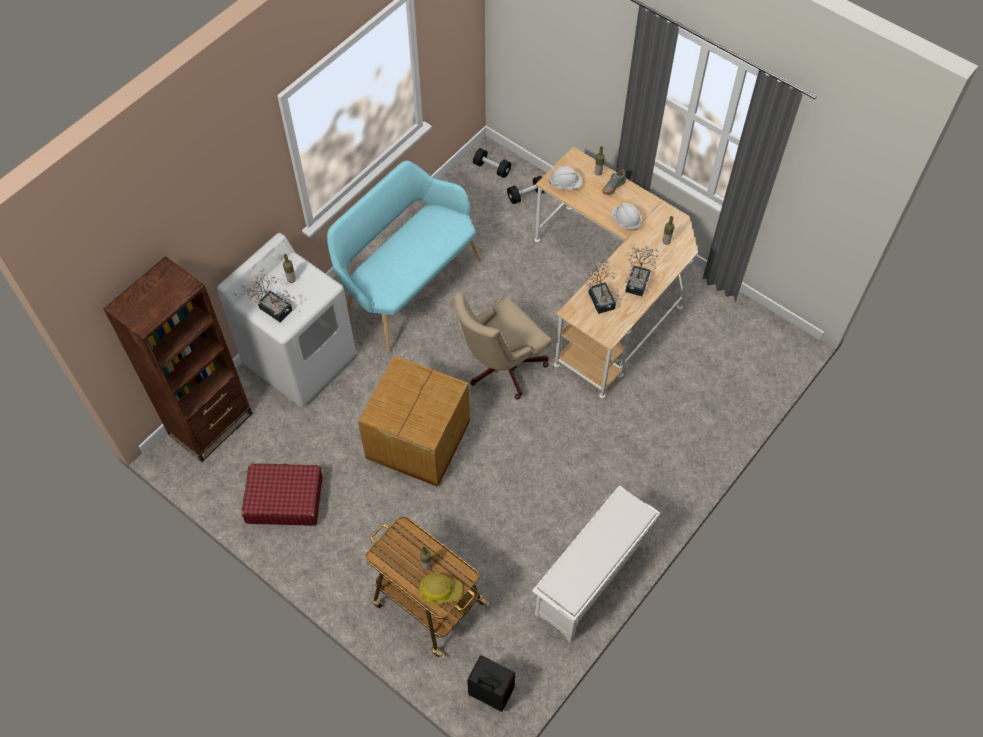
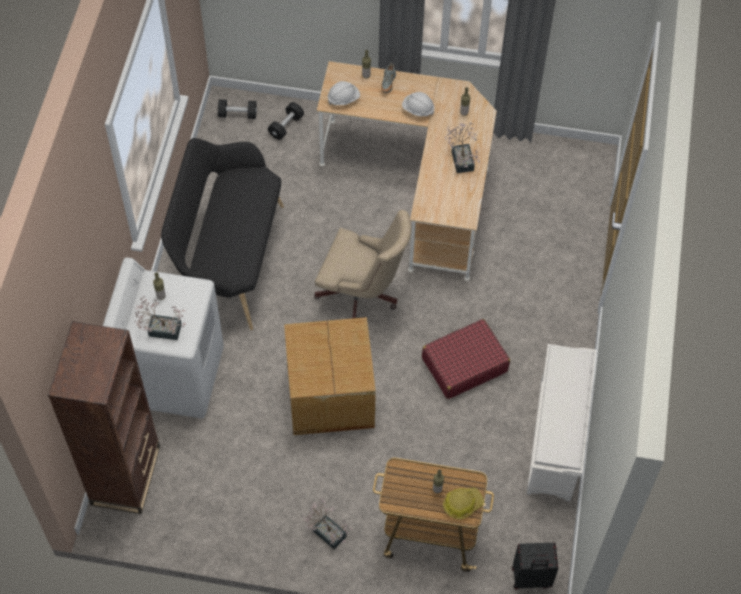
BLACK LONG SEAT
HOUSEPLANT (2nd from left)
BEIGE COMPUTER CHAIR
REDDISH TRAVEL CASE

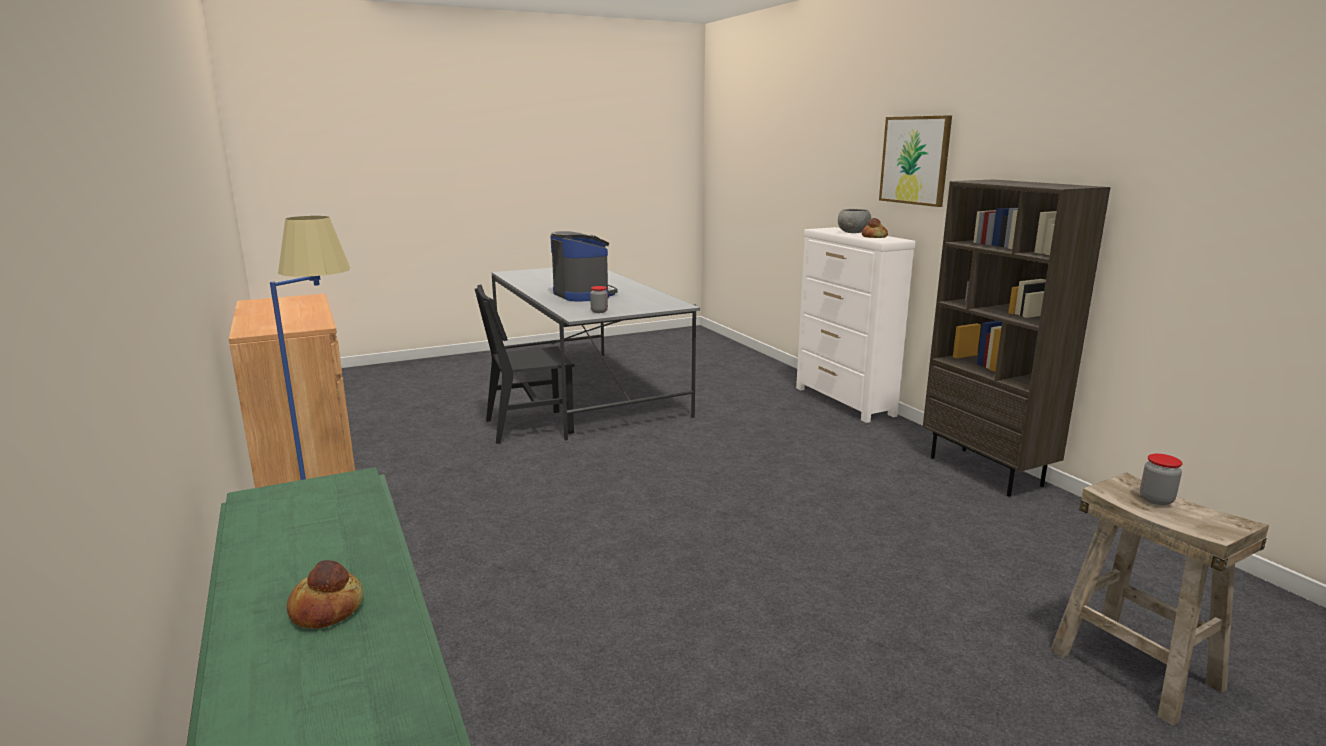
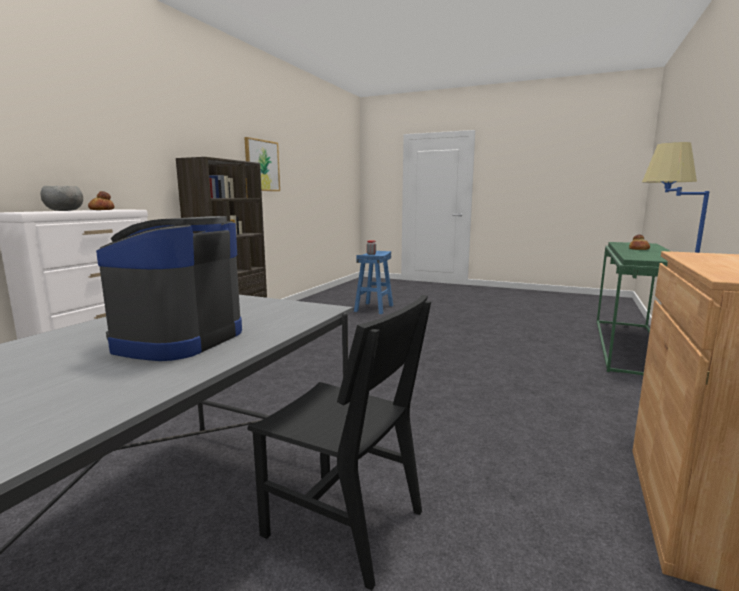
WALL PICTURE
BLUE STOOL SEAT
PRESERVE JAR (1st from left in the first image)

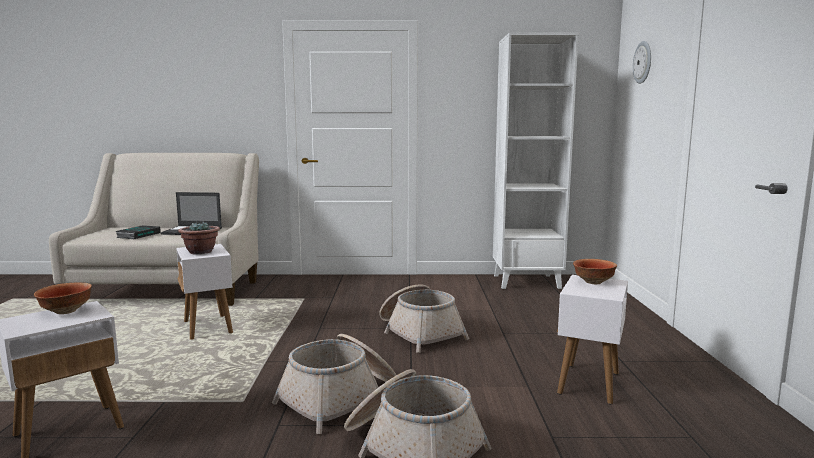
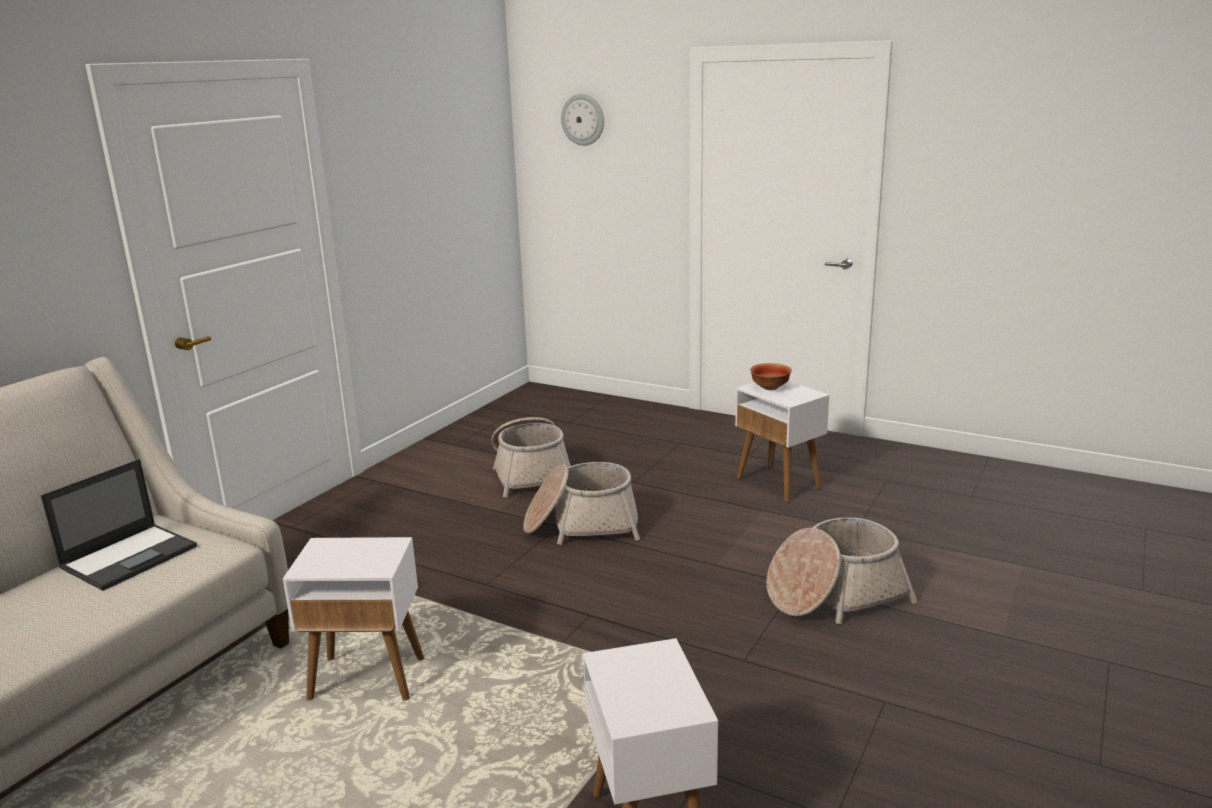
STORAGE BASKET (1st from left)
DEEP DISH (1st from left in the first image)
BOUND BOOK
HOUSEPLANT
WHITISH BOOKSHELF

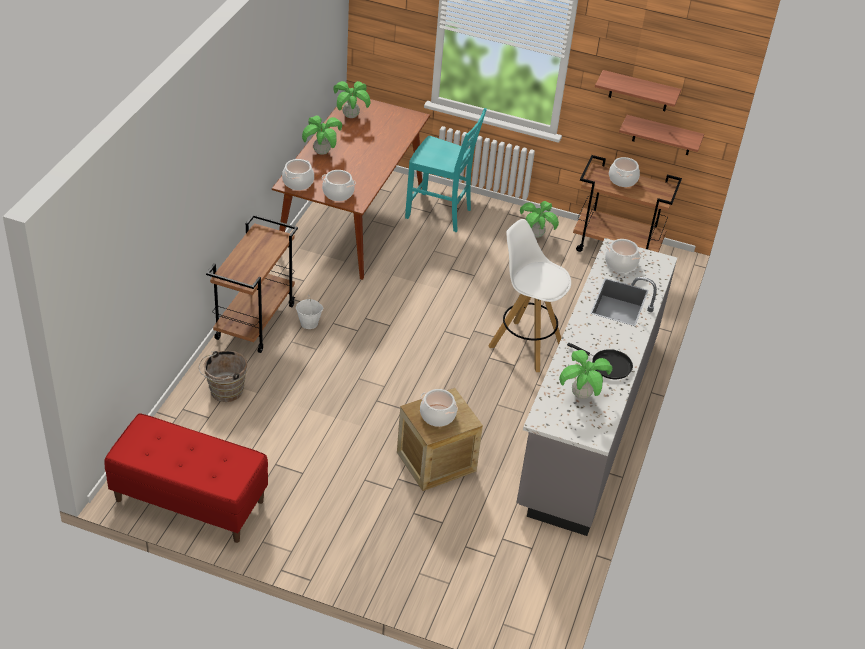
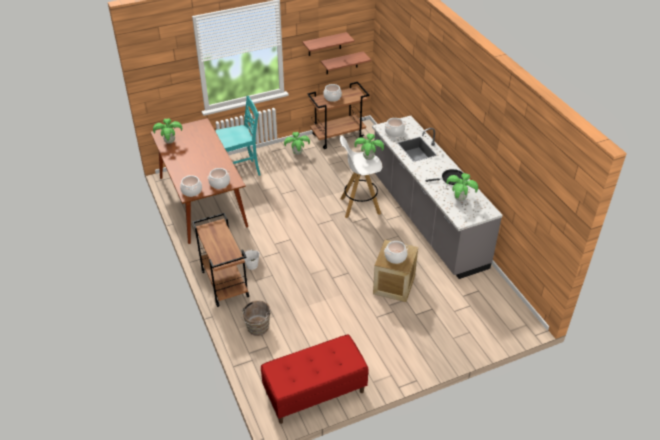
HOUSEPLANT (3rd from left)

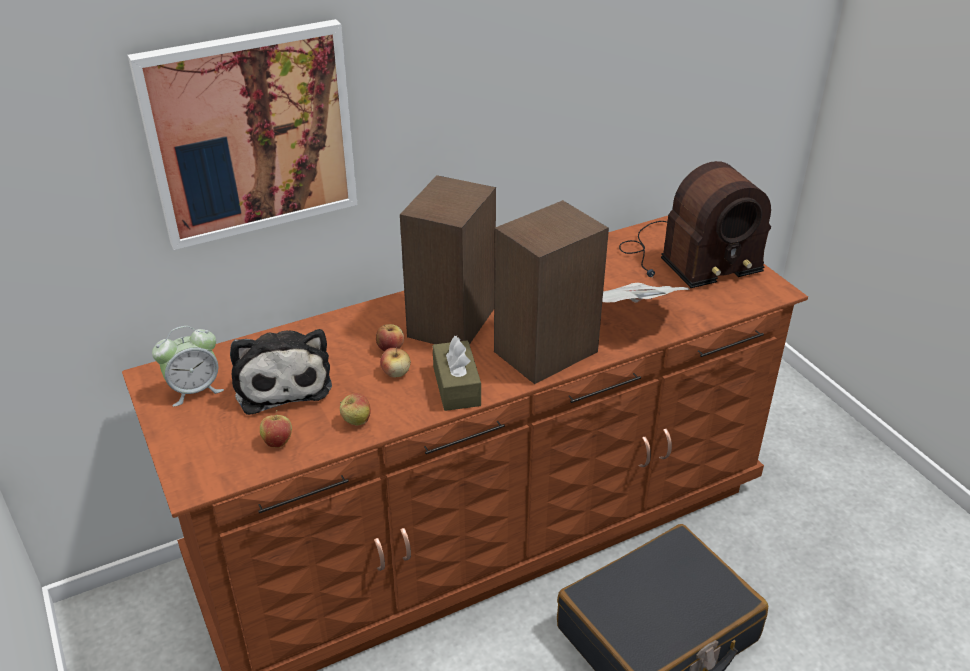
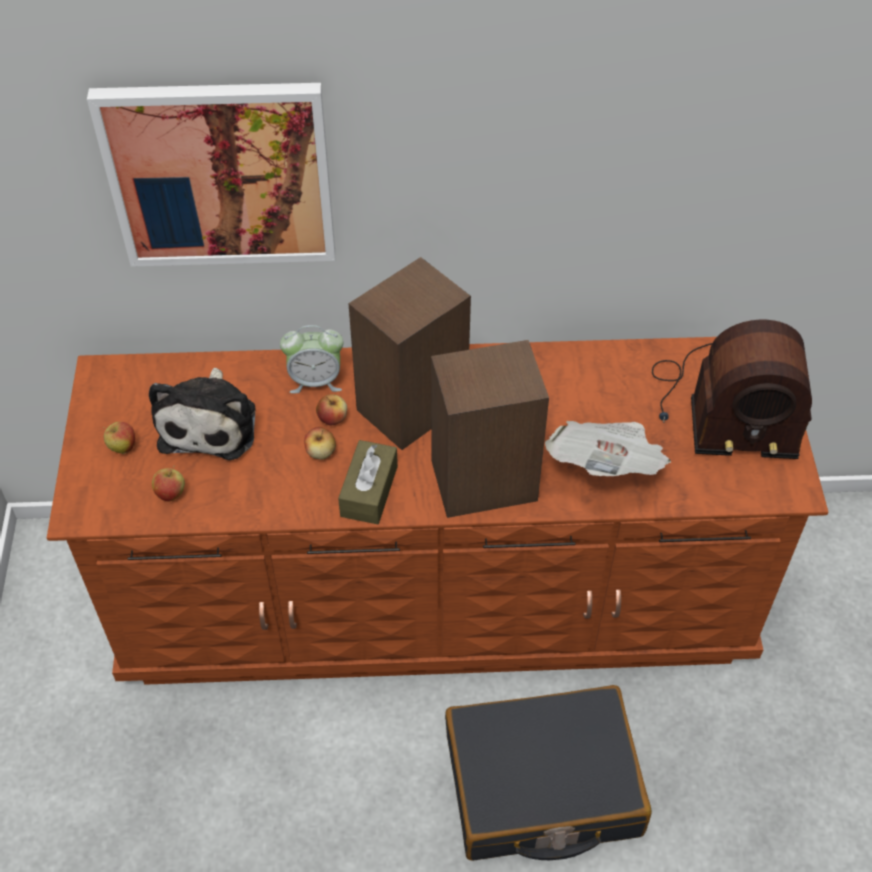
APPLE (1st from left)
TABLE CLOCK

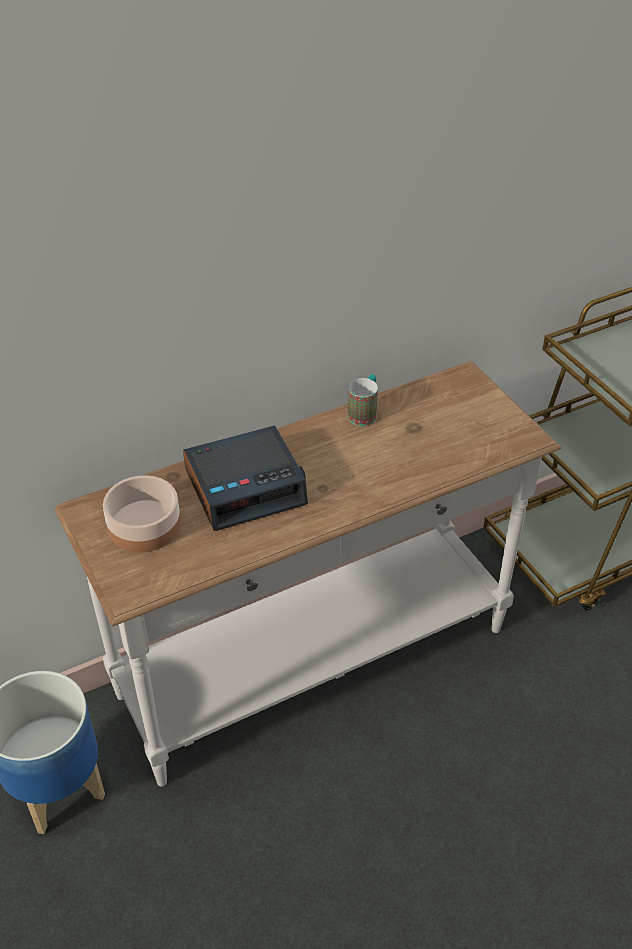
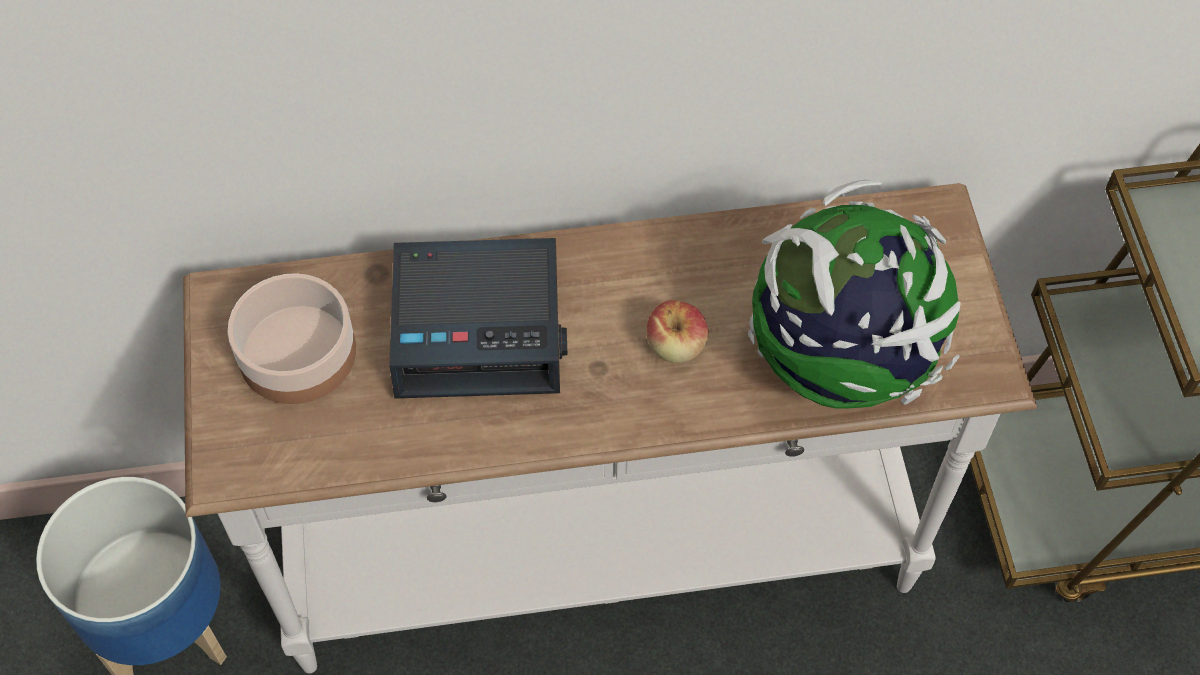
APPLE
GLOBE
TEA MUG

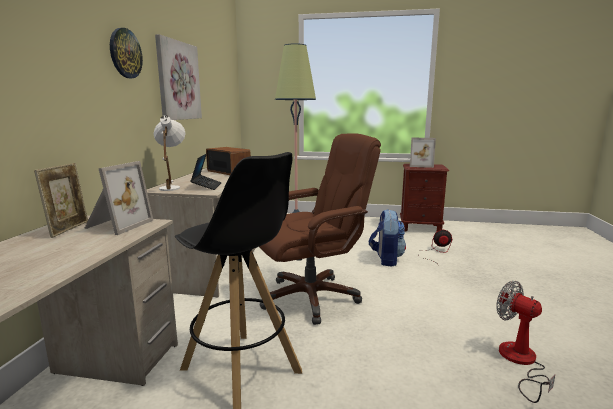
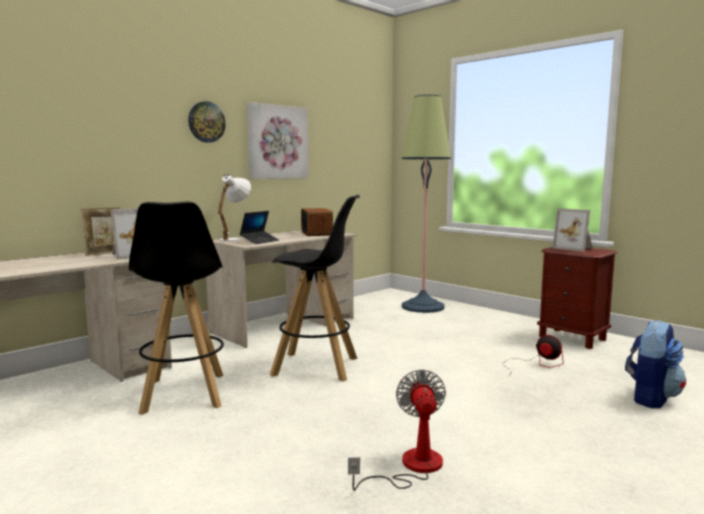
BLACK STOOL SEAT (2nd from left)
BACKPACK

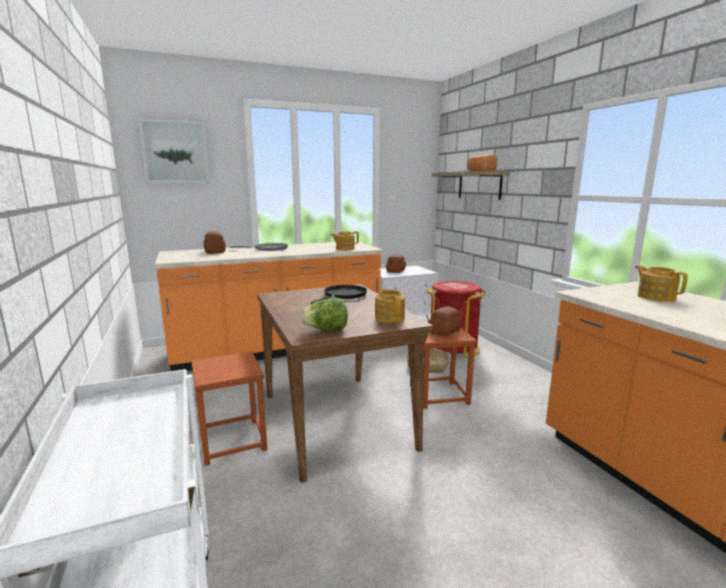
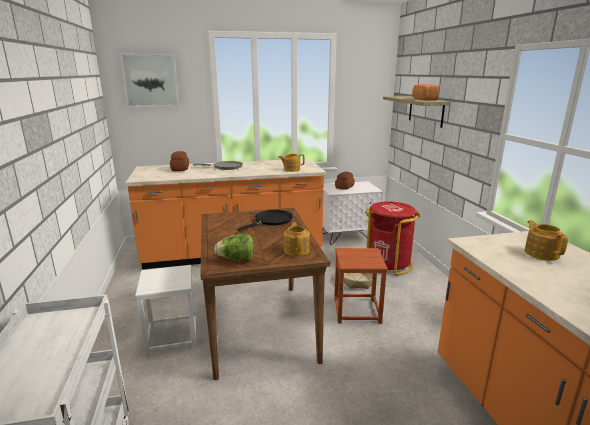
WHITISH STOOL SEAT
BAKERY BREAD (3rd from left in the first image)

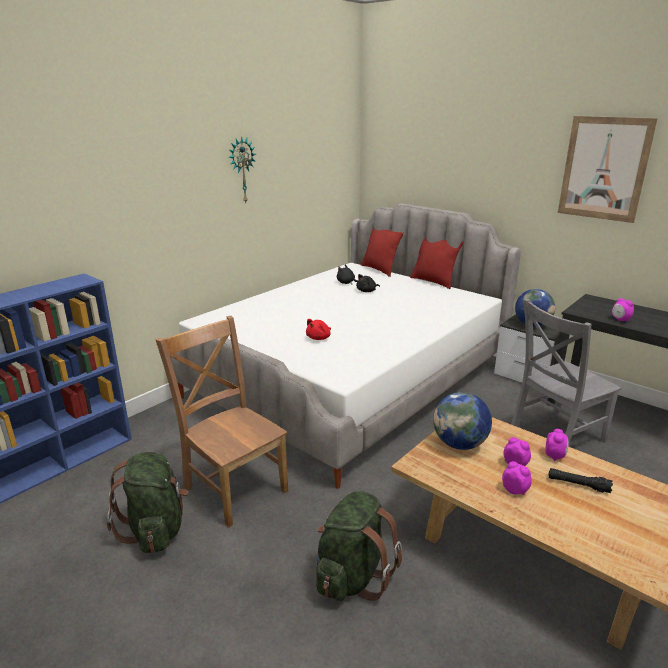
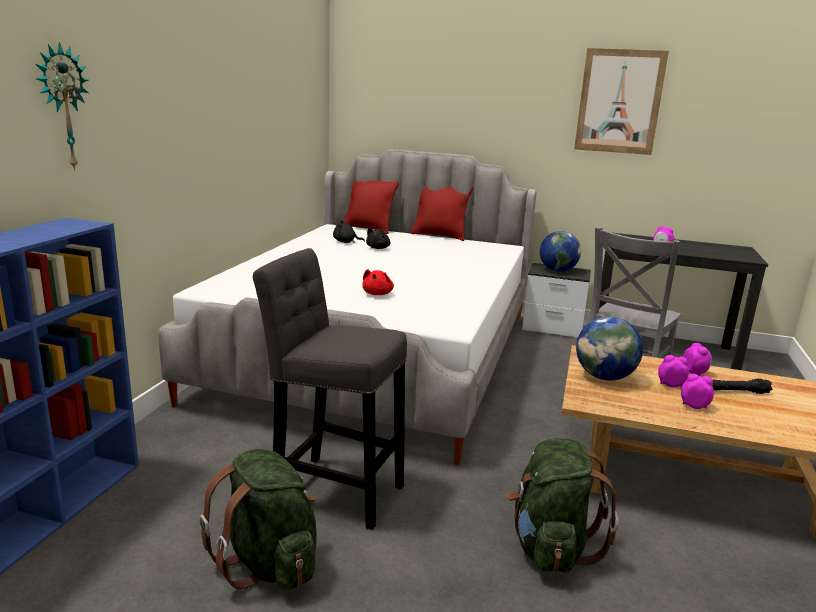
HANGING CLOCK
GRAY STOOL SEAT

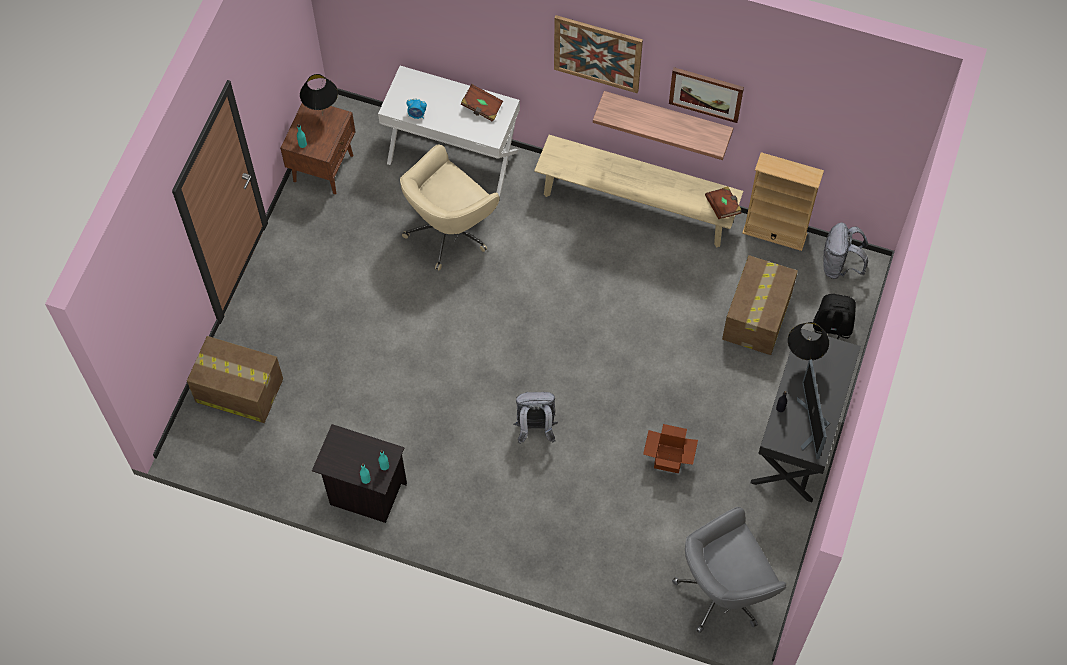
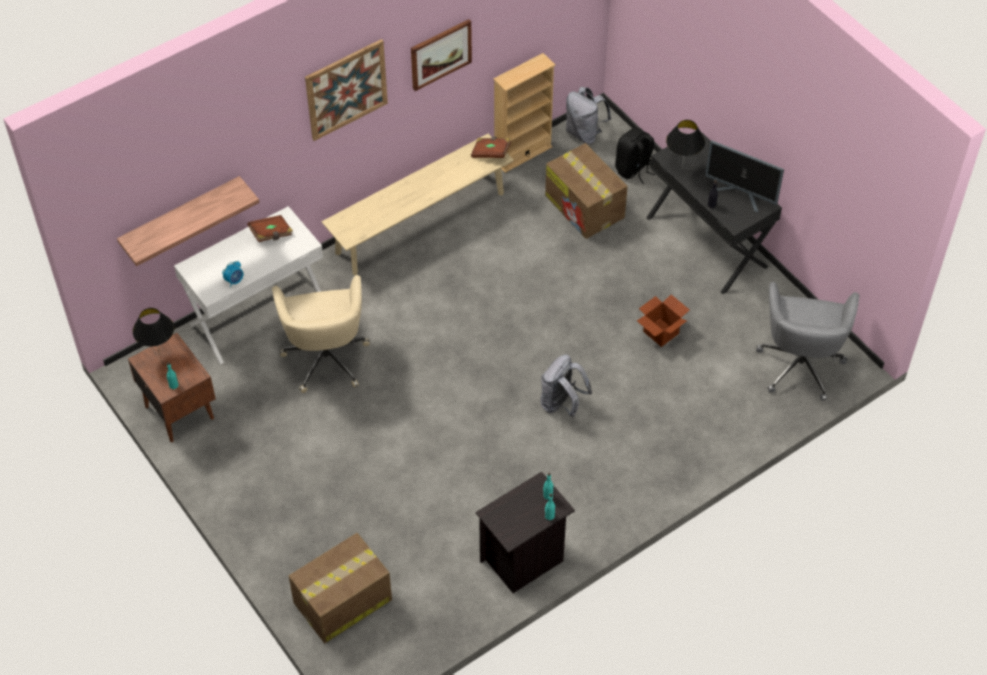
WALL SHELF

